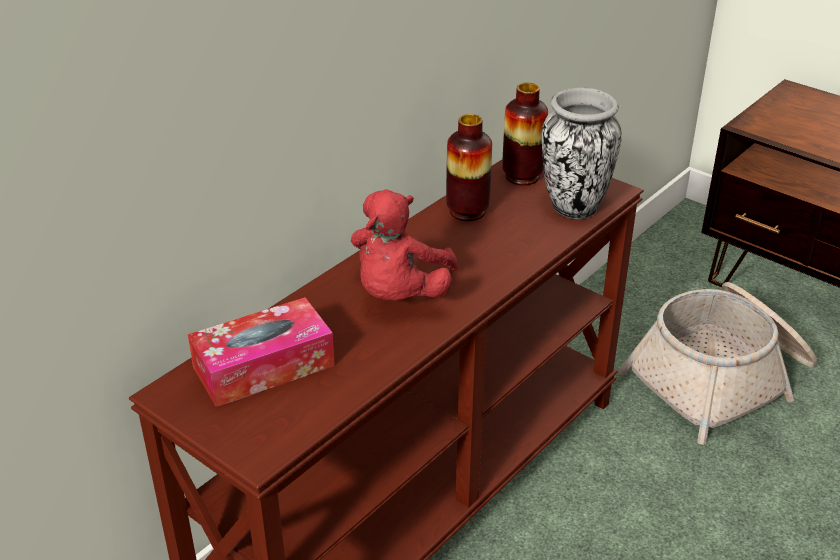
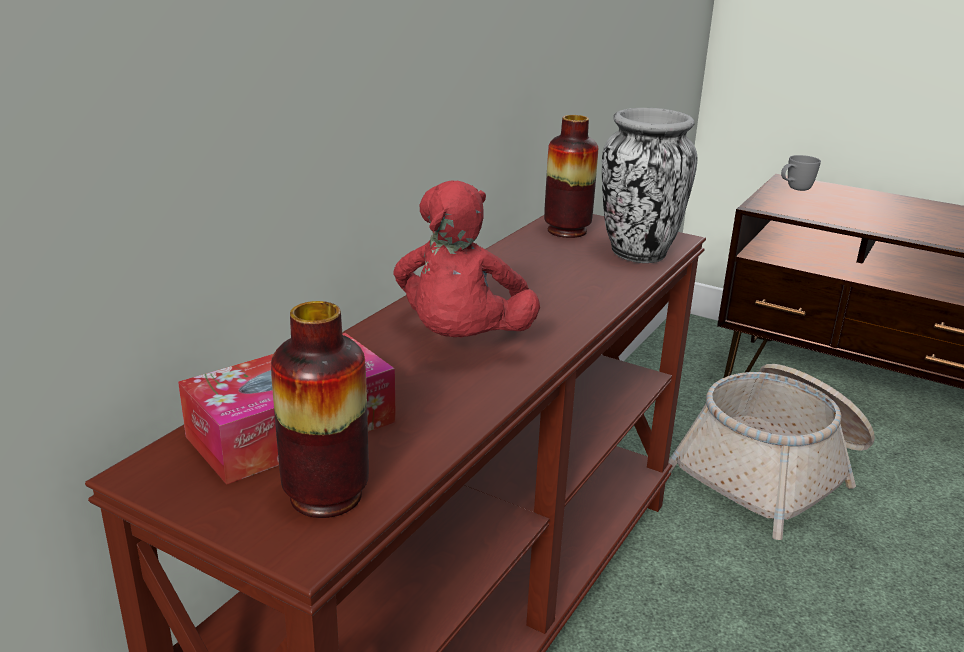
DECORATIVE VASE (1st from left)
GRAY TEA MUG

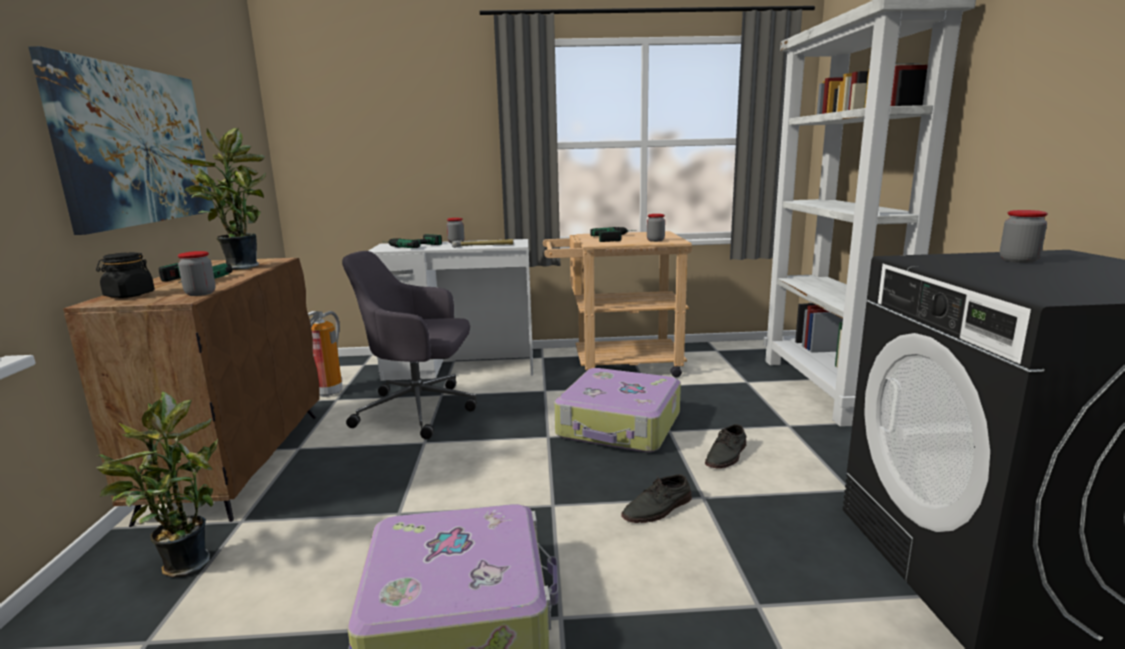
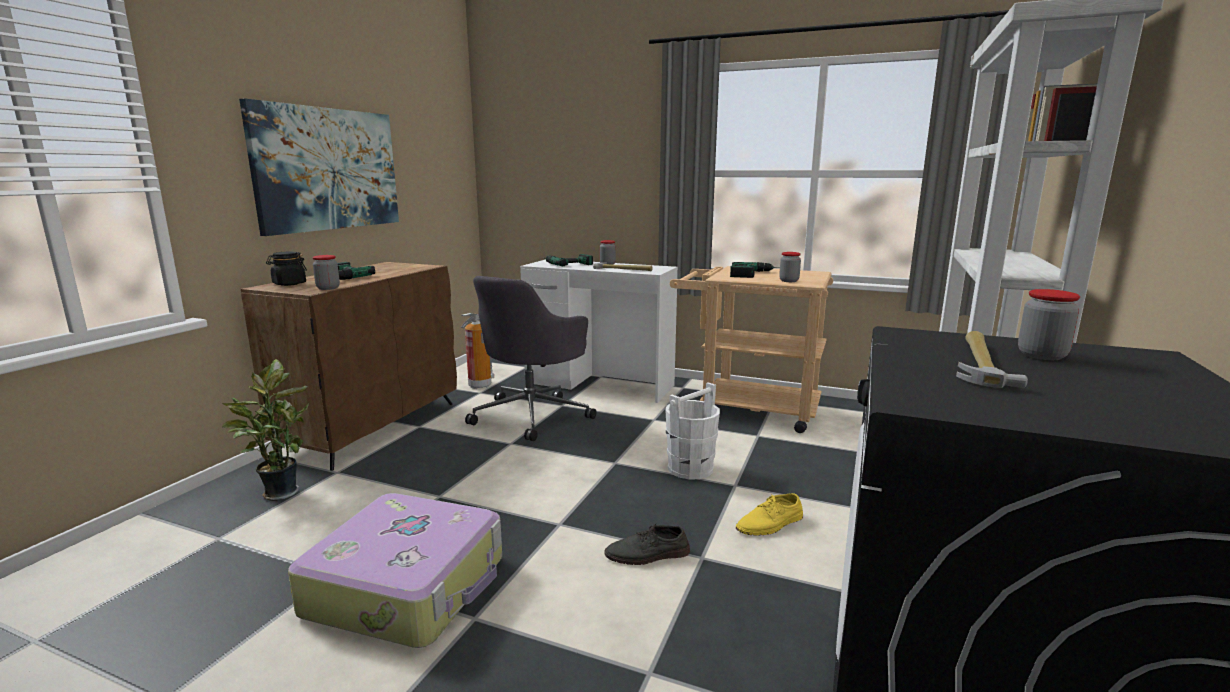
GRAY COMPUTER CHAIR
WHITISH BUCKET
YELLOW-COLOURED LOW SHOE
HAND HAMMER (2nd from left)
HOUSEPLANT (2nd from left in the first image)

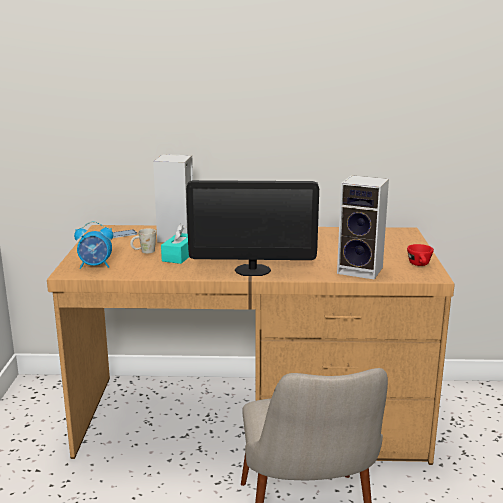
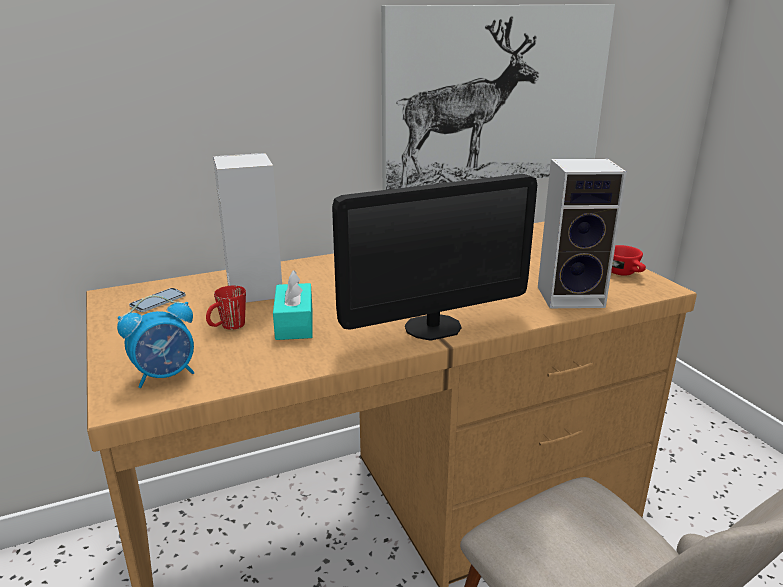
REDDISH TEA MUG
WALL PICTURE

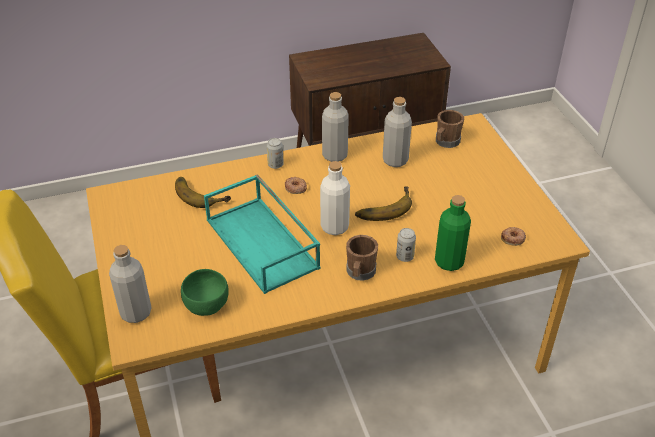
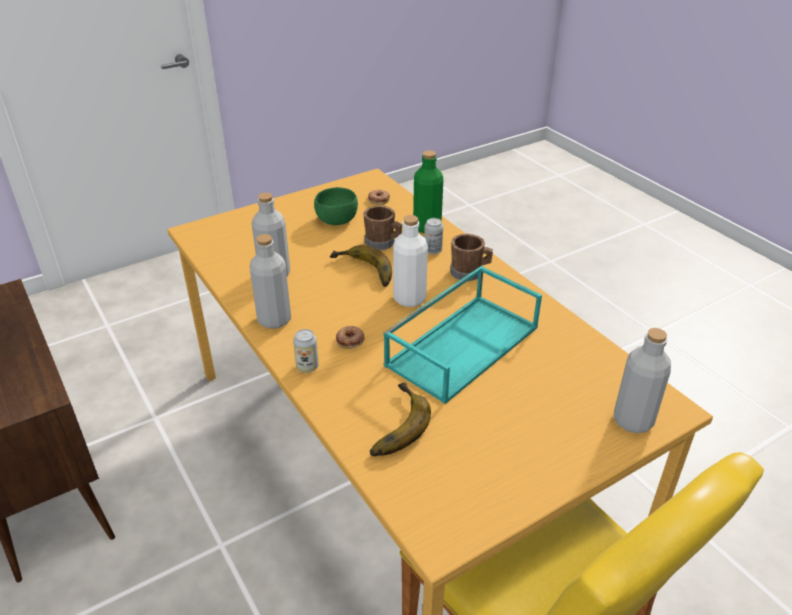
GREENISH DEEP DISH
BROWN-COLOURED TEA MUG (1st from left)

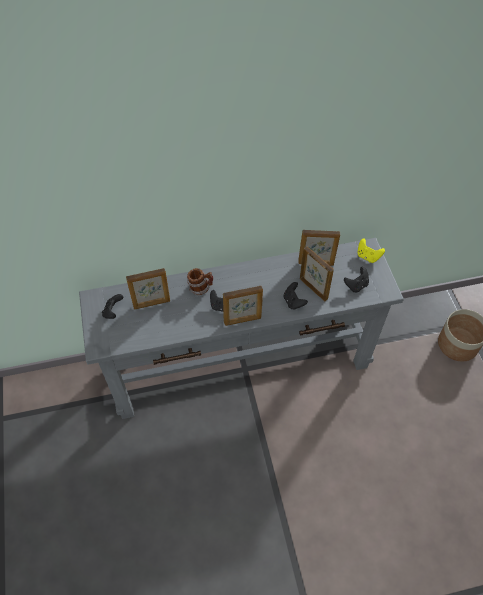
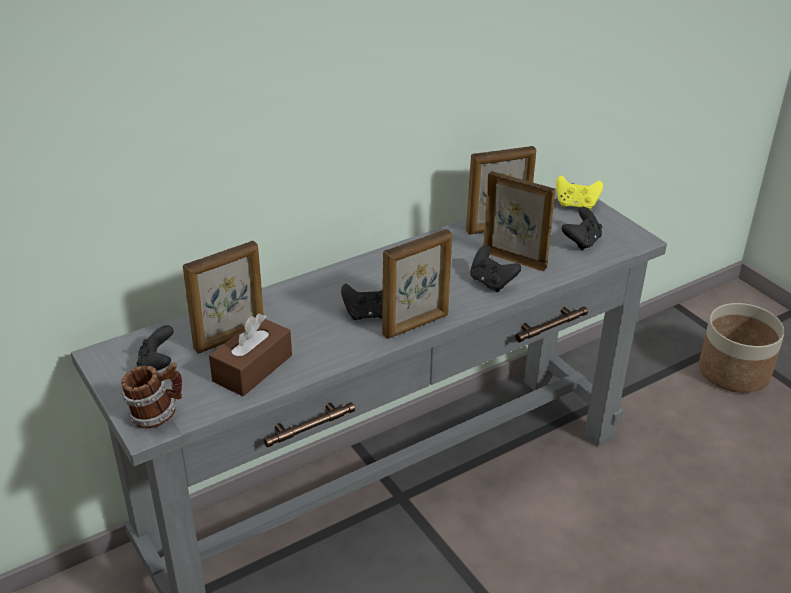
TEA MUG
BROWN-COLOURED BOX OF TISSUES

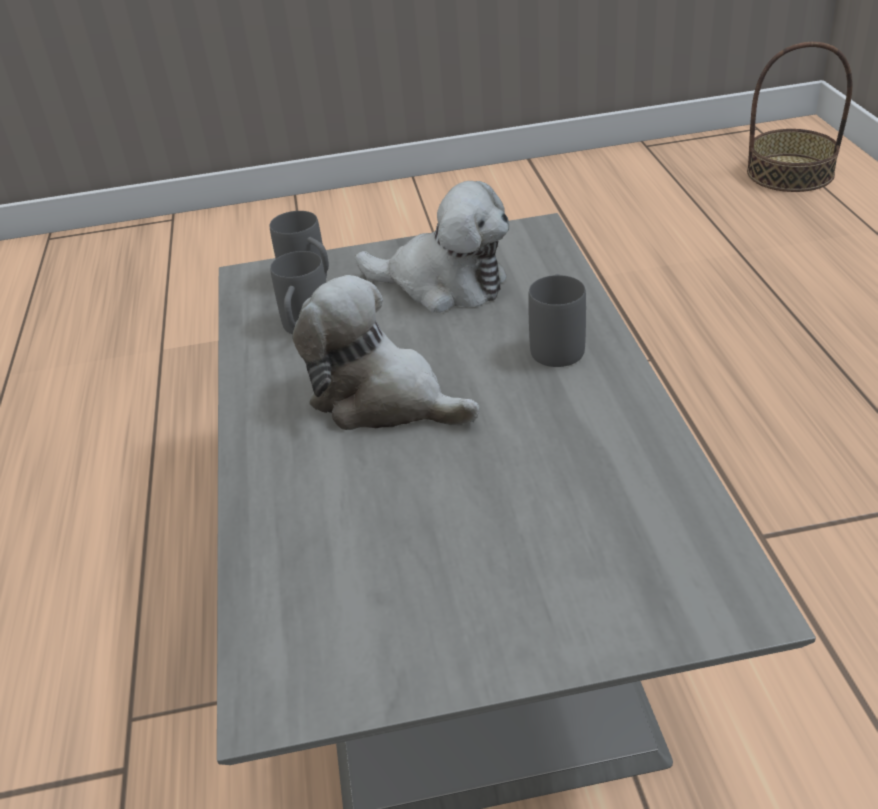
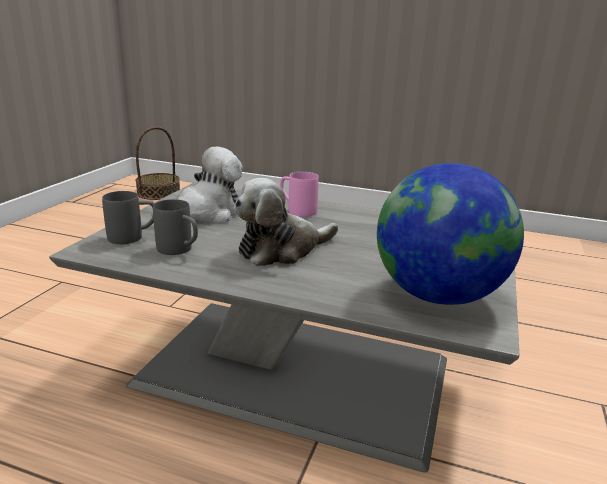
PINKISH TEA MUG
GLOBE

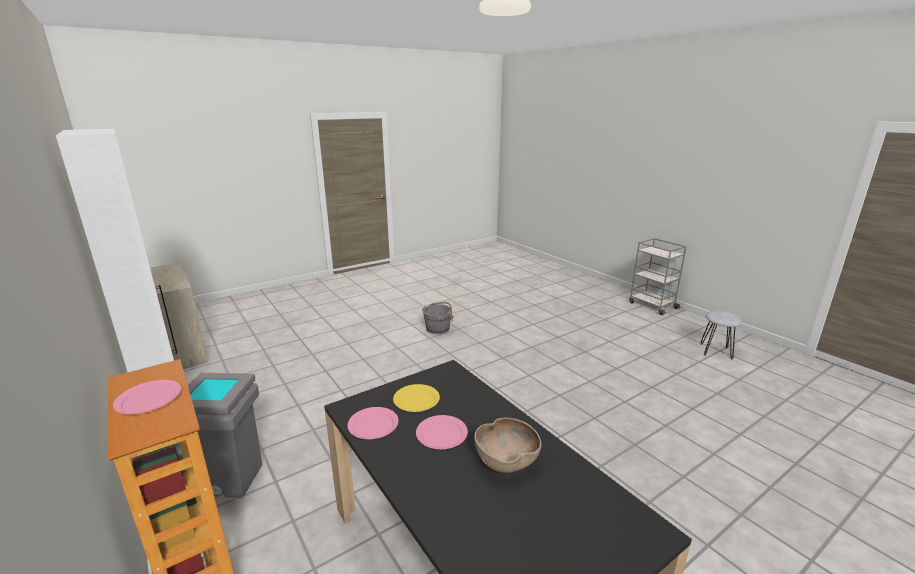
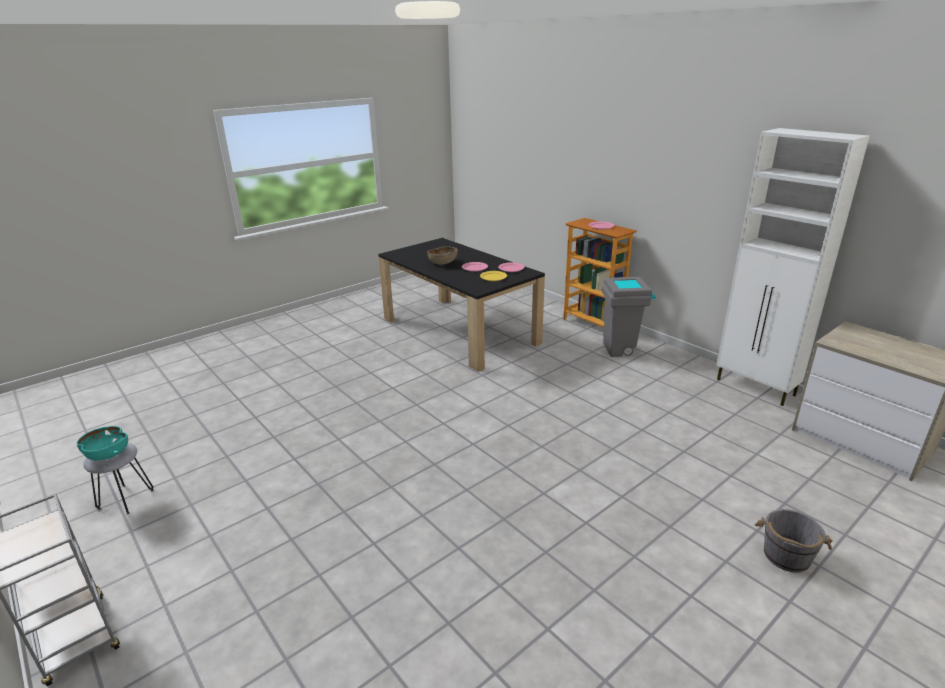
TURQUOISE-COLOURED DEEP DISH
GRAY BUCKET

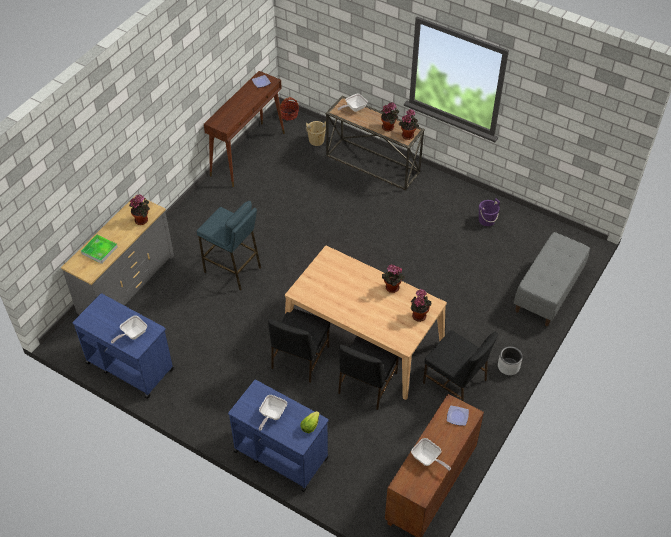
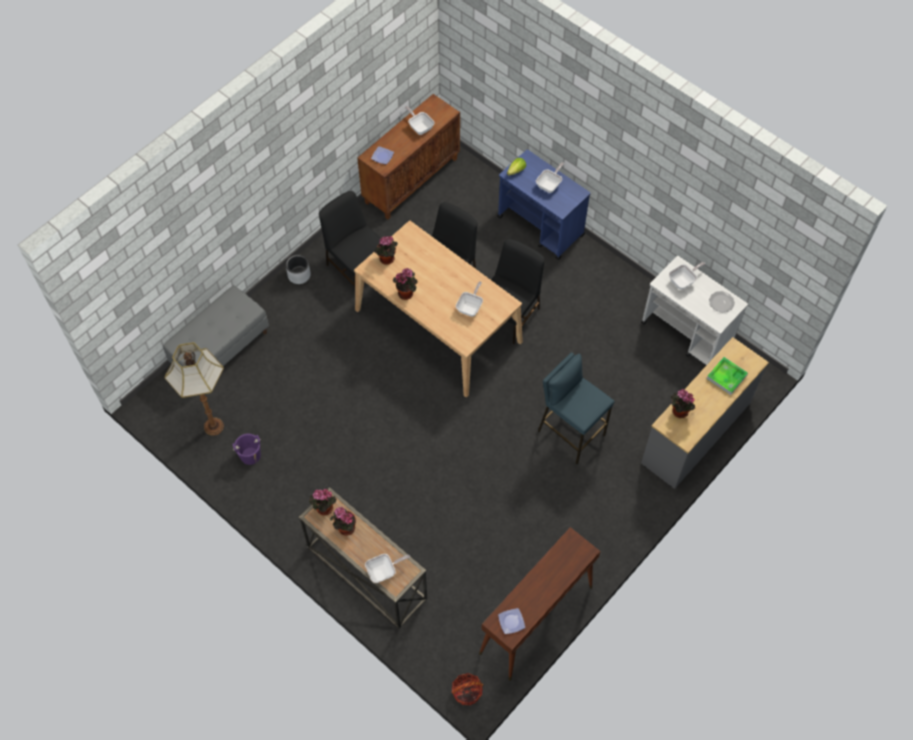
STANDARD LAMP
PAN (3rd from left)
WHITISH CART
FLAT DISH (3rd from left)
BEIGE BUCKET

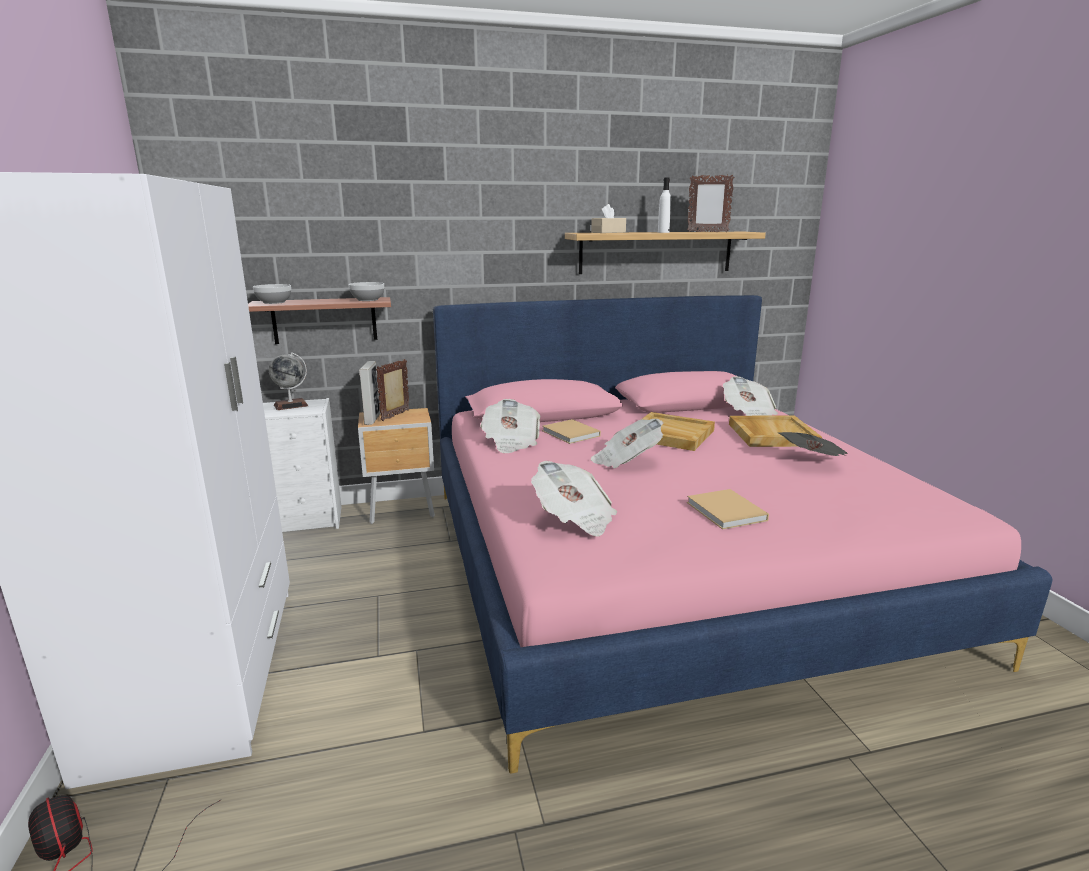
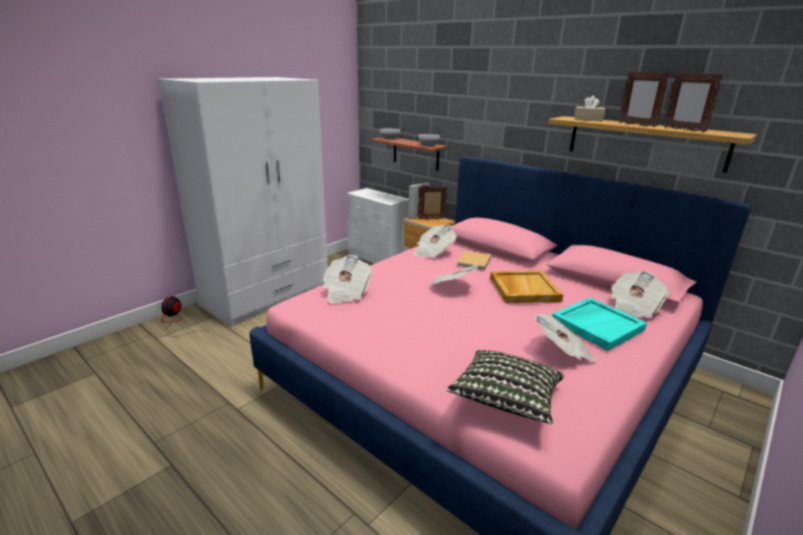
PILLOW
TURQUOISE-COLOURED CARRYING TRAY
PICTURE FRAME (3rd from left)
GLOBE
BEIGE BOUND BOOK (2nd from left in the first image)

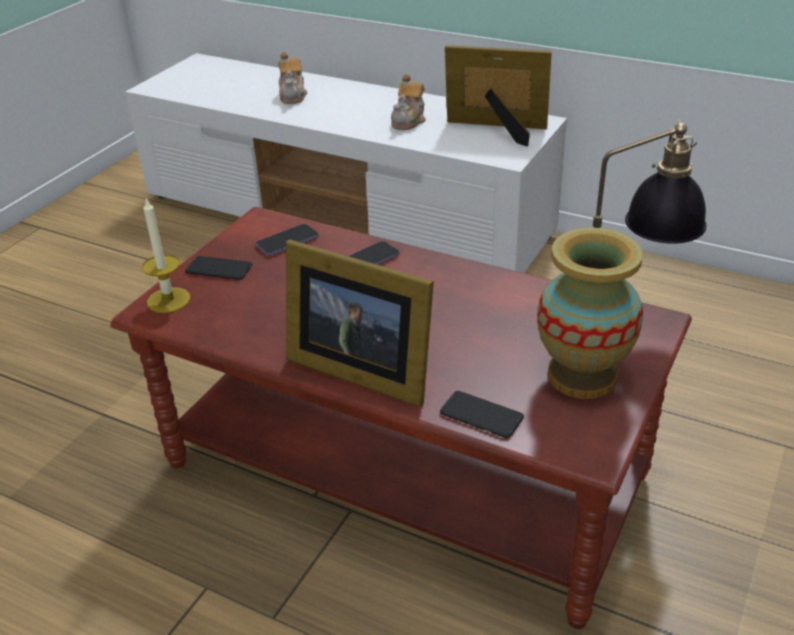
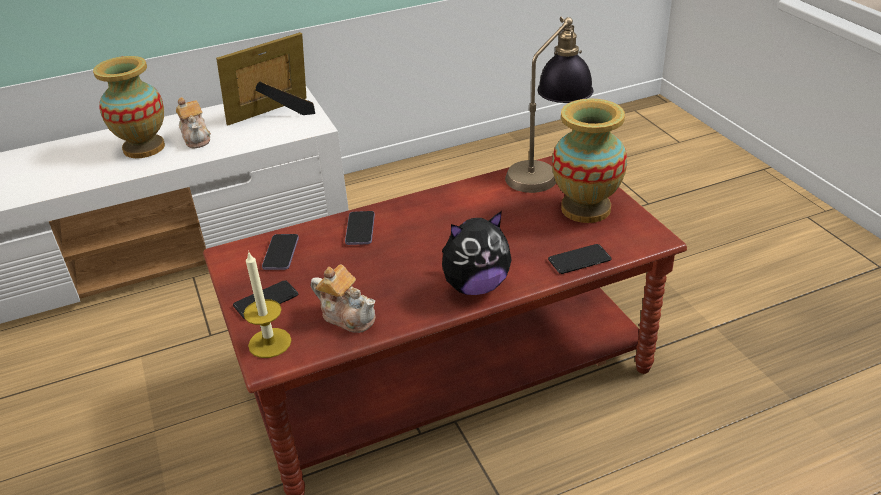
DECORATIVE VASE (1st from left)
POT FOR TEA (2nd from left)
PLUSH TOY

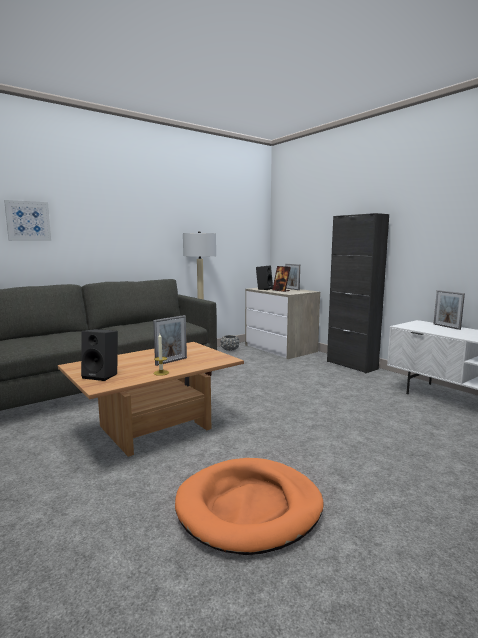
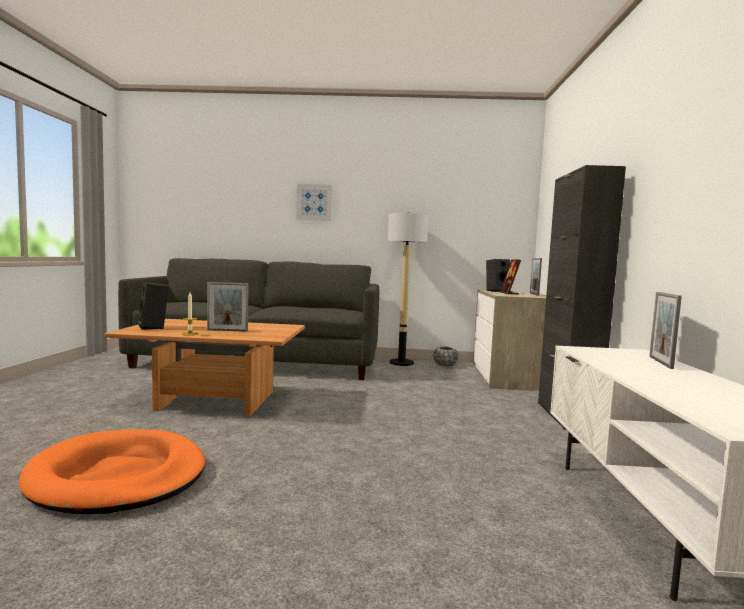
WALL PICTURE

